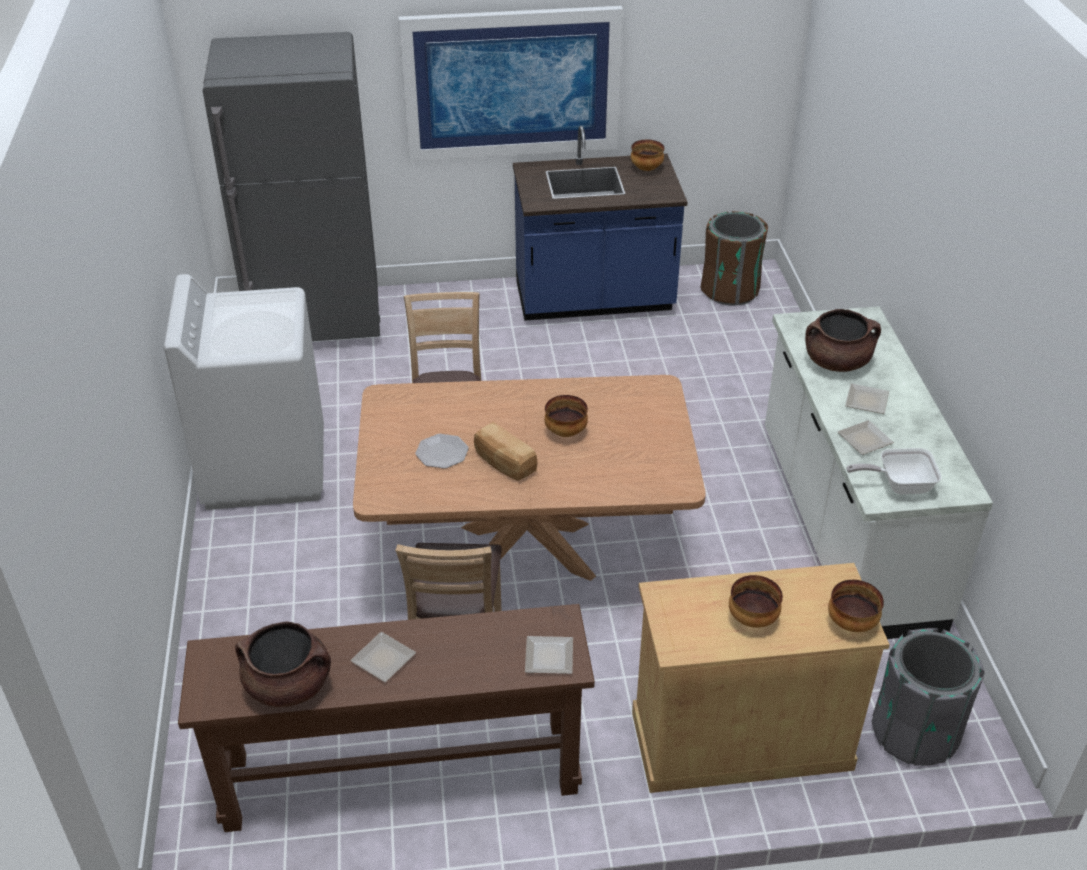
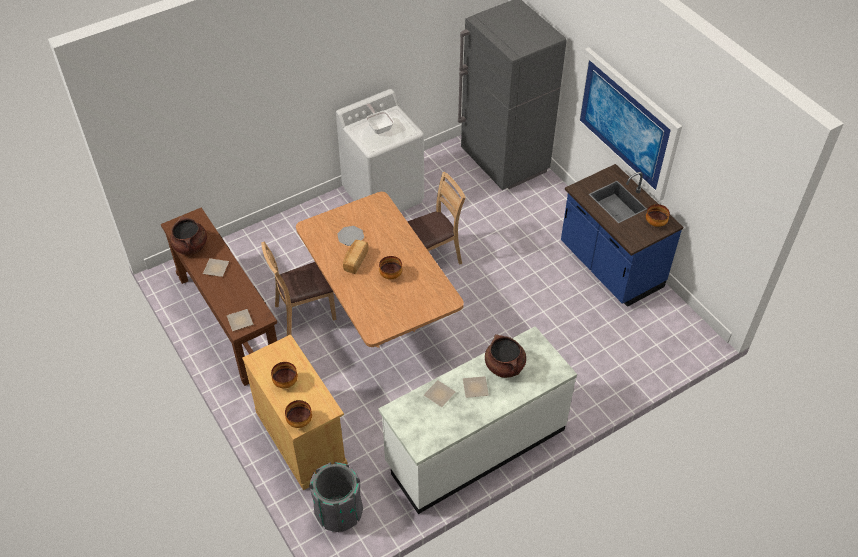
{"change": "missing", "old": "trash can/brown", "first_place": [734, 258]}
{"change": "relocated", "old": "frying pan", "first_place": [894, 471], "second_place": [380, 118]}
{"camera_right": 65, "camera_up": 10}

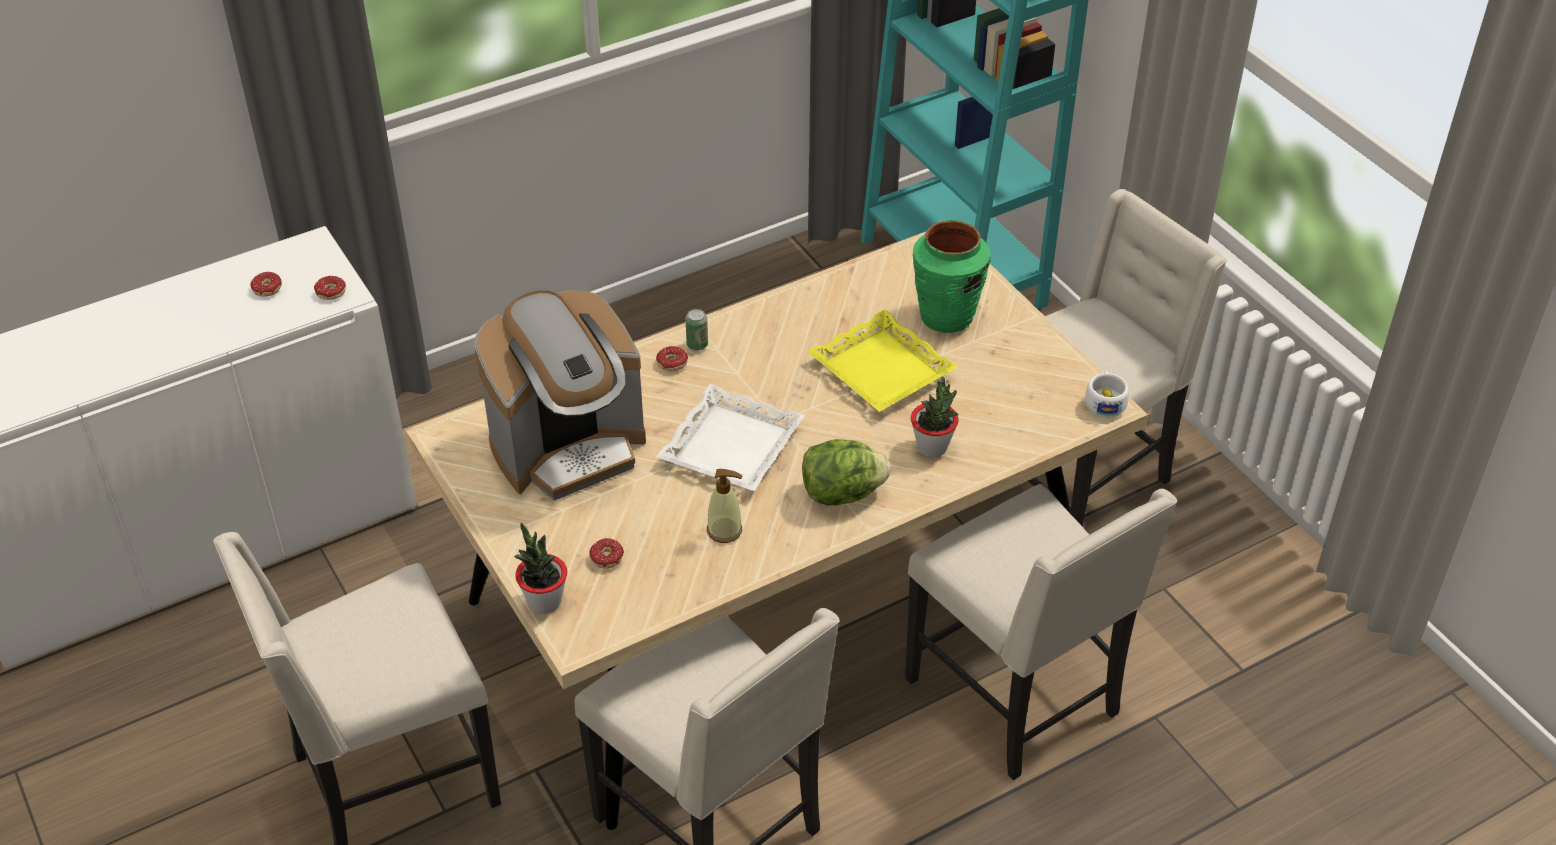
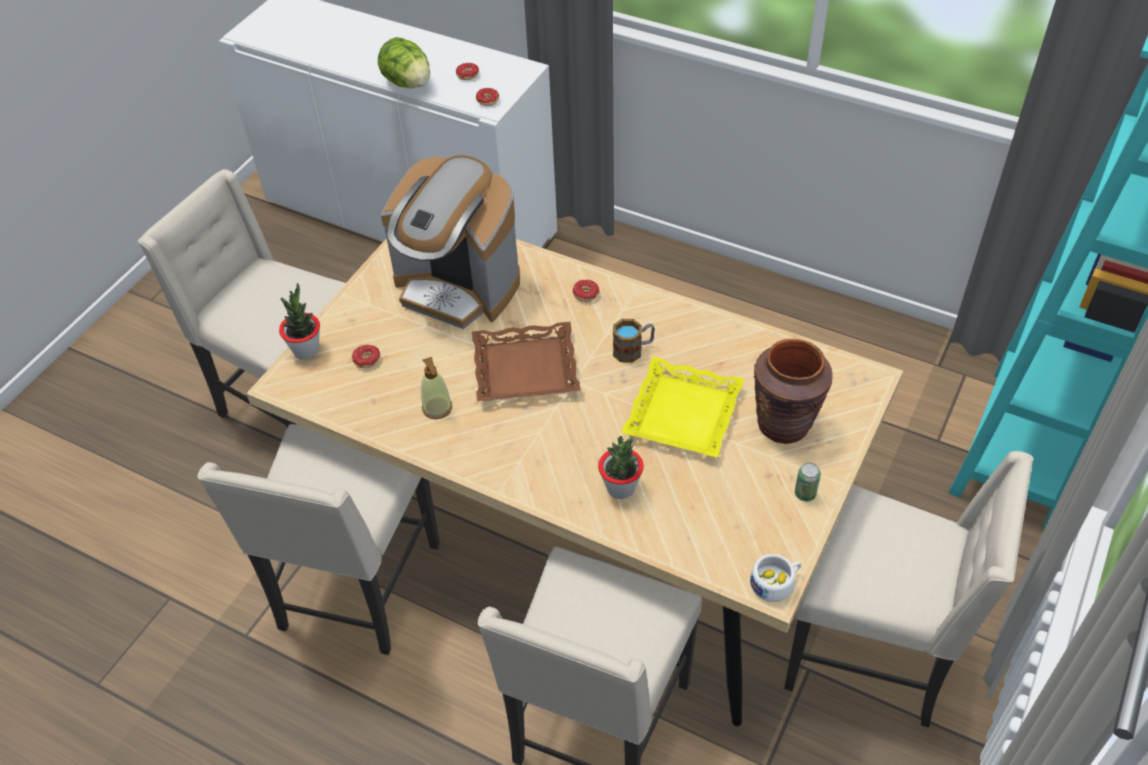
{"change": "colour", "old": "tray/white", "new": "tray/brown", "first_place": [730, 437], "second_place": [526, 361]}
{"change": "relocated", "old": "can", "first_place": [697, 330], "second_place": [808, 482]}
{"change": "relocated", "old": "lettuce", "first_place": [846, 472], "second_place": [404, 62]}
{"change": "colour", "old": "vase/green", "new": "vase/brown", "first_place": [952, 276], "second_place": [793, 391]}
{"change": "appeared", "new": "mug", "second_place": [634, 341]}
{"camera_right": 60, "camera_up": 5}

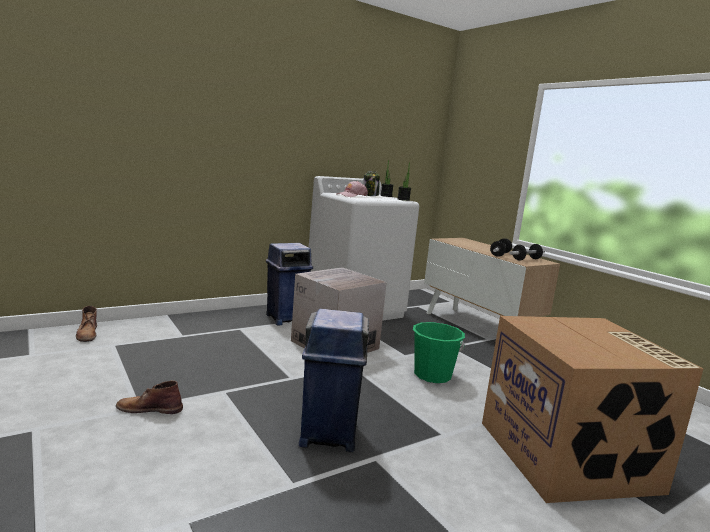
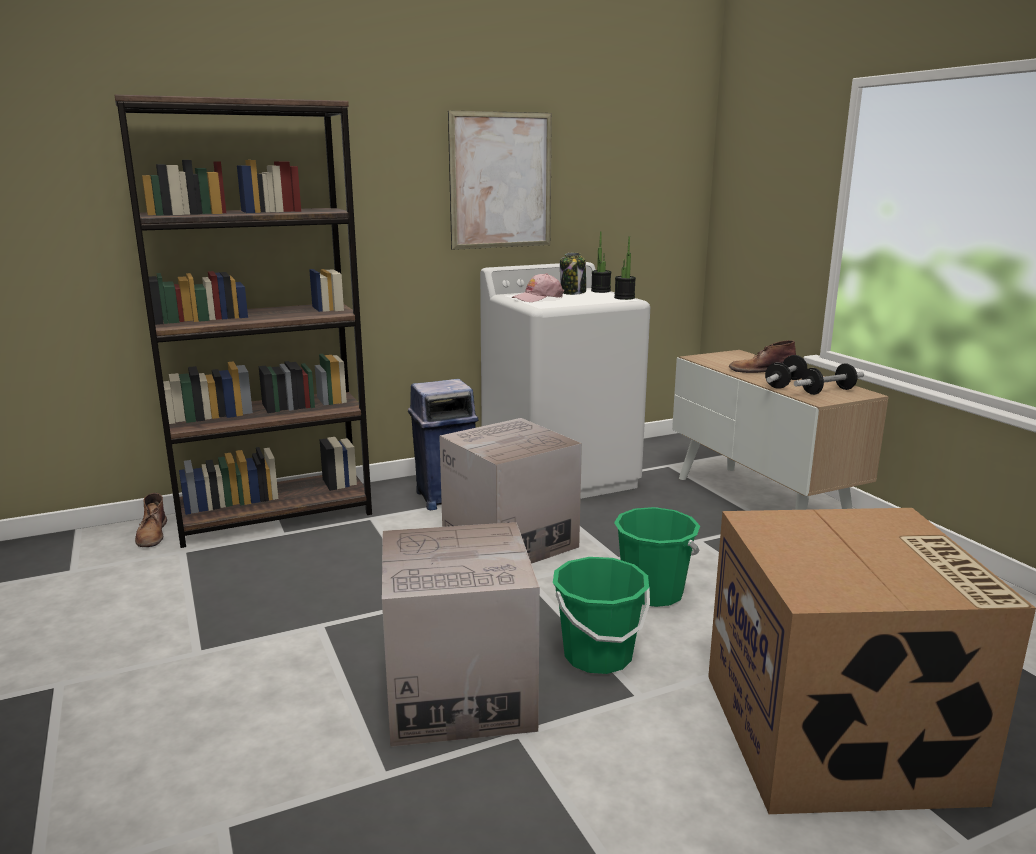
{"change": "relocated", "old": "boot/brown", "first_place": [149, 397], "second_place": [762, 356]}
{"change": "exchanged", "old": "trash can/blue", "new": "cardboard box", "first_place": [334, 380], "second_place": [461, 634]}
{"change": "appeared", "new": "bookcase/brown", "second_place": [243, 321]}
{"change": "appeared", "new": "picture", "second_place": [500, 180]}
{"change": "appeared", "new": "bucket/green", "second_place": [601, 615]}
{"camera_right": 10, "camera_up": 5}

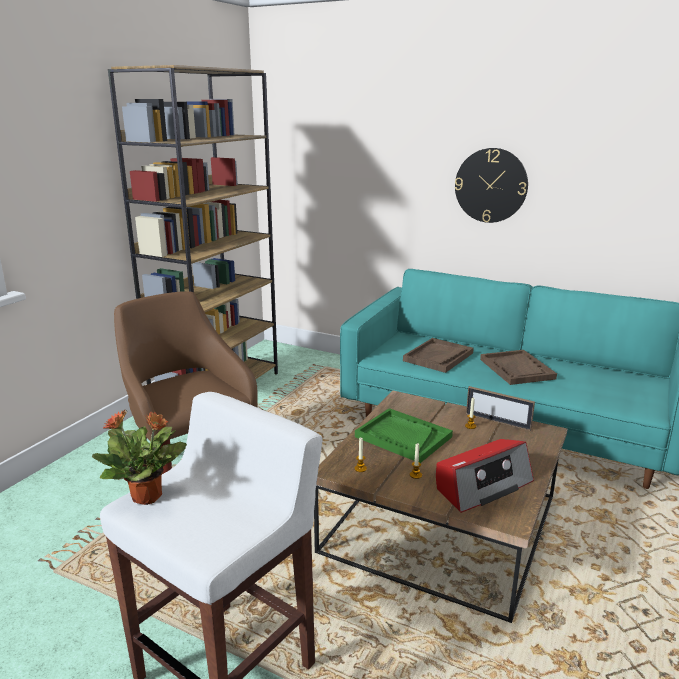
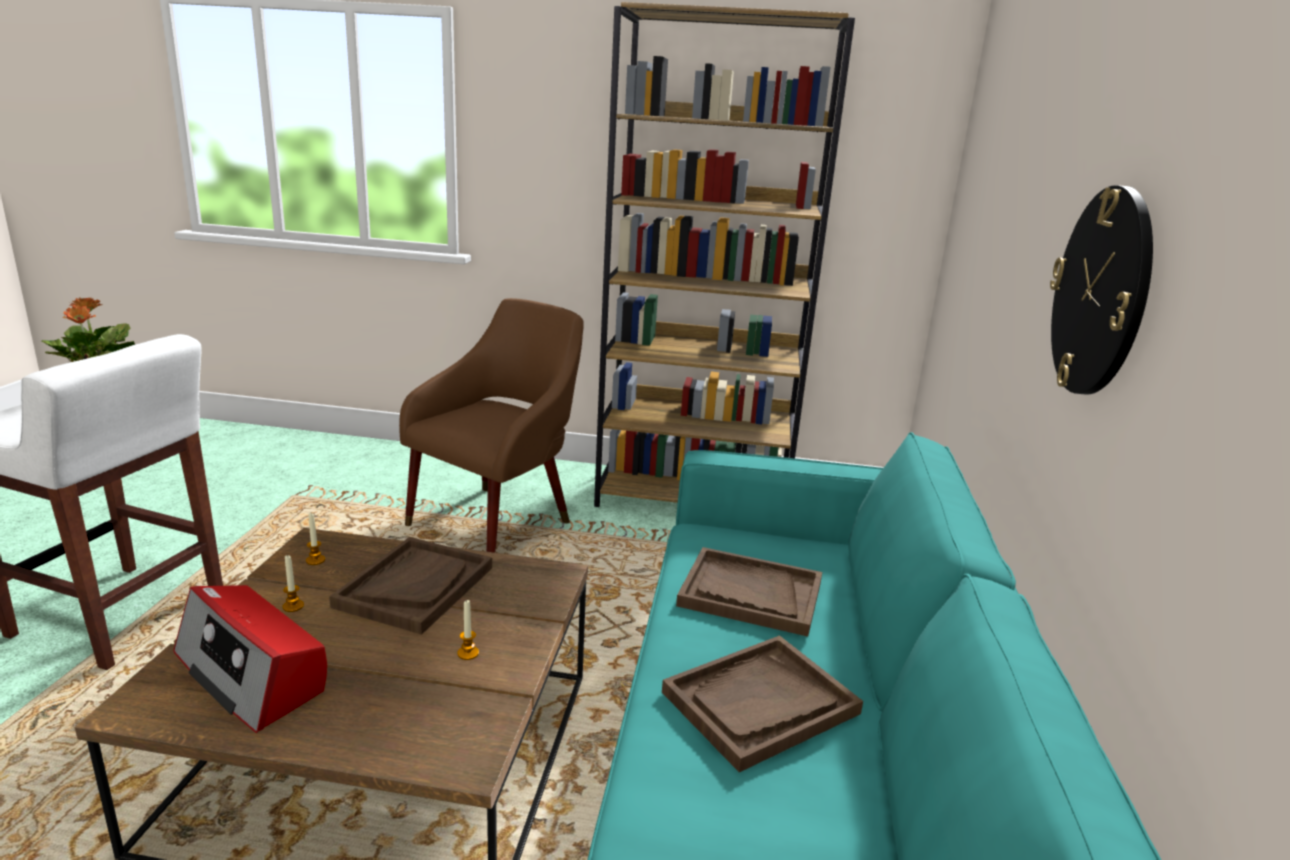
{"change": "colour", "old": "tray/green", "new": "tray/brown", "first_place": [404, 435], "second_place": [410, 585]}
{"change": "missing", "old": "picture frame", "first_place": [500, 408]}
{"camera_right": 70, "camera_up": 0}

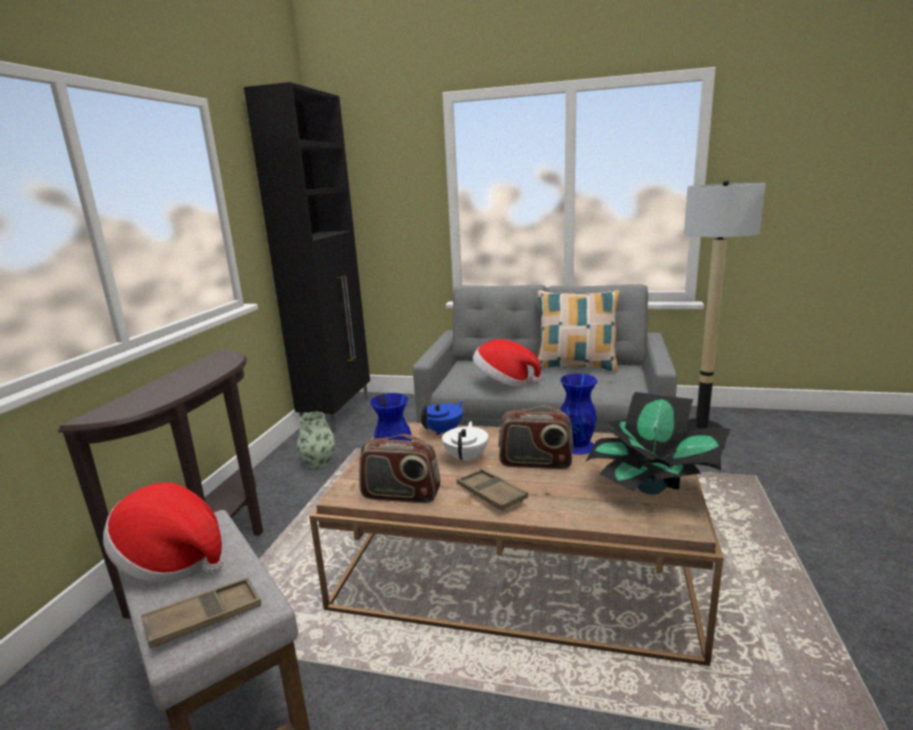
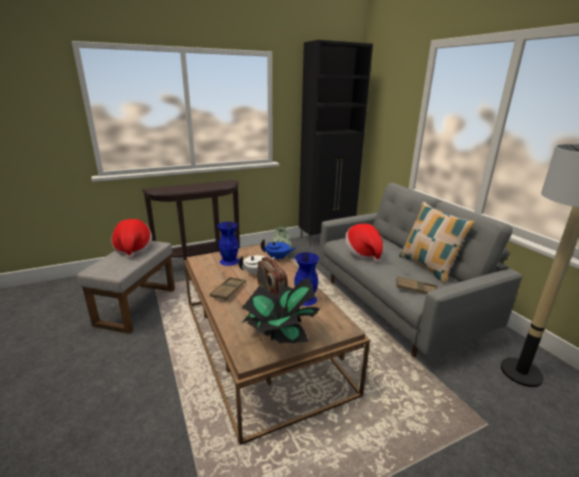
{"change": "relocated", "old": "tray/brown", "first_place": [201, 613], "second_place": [417, 285]}
{"change": "missing", "old": "radio", "first_place": [399, 468]}
{"camera_right": 50, "camera_up": 5}

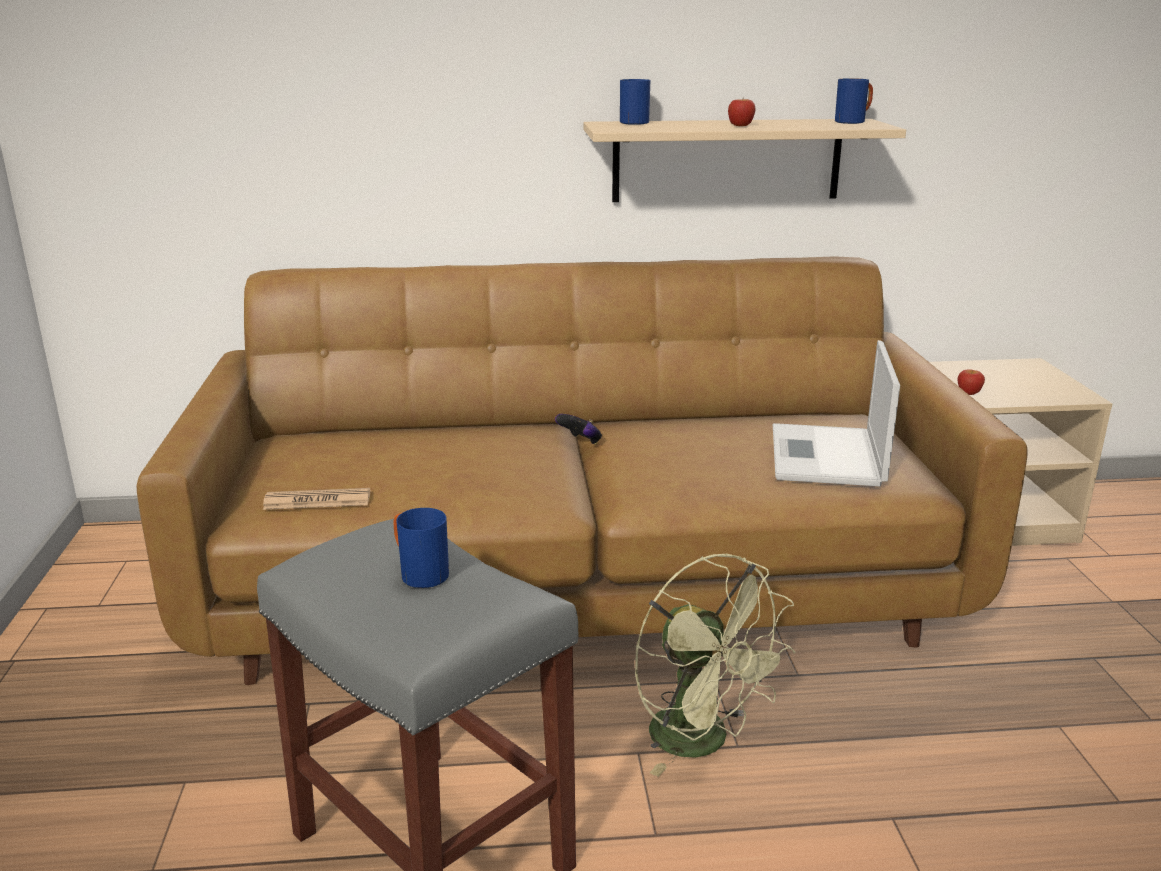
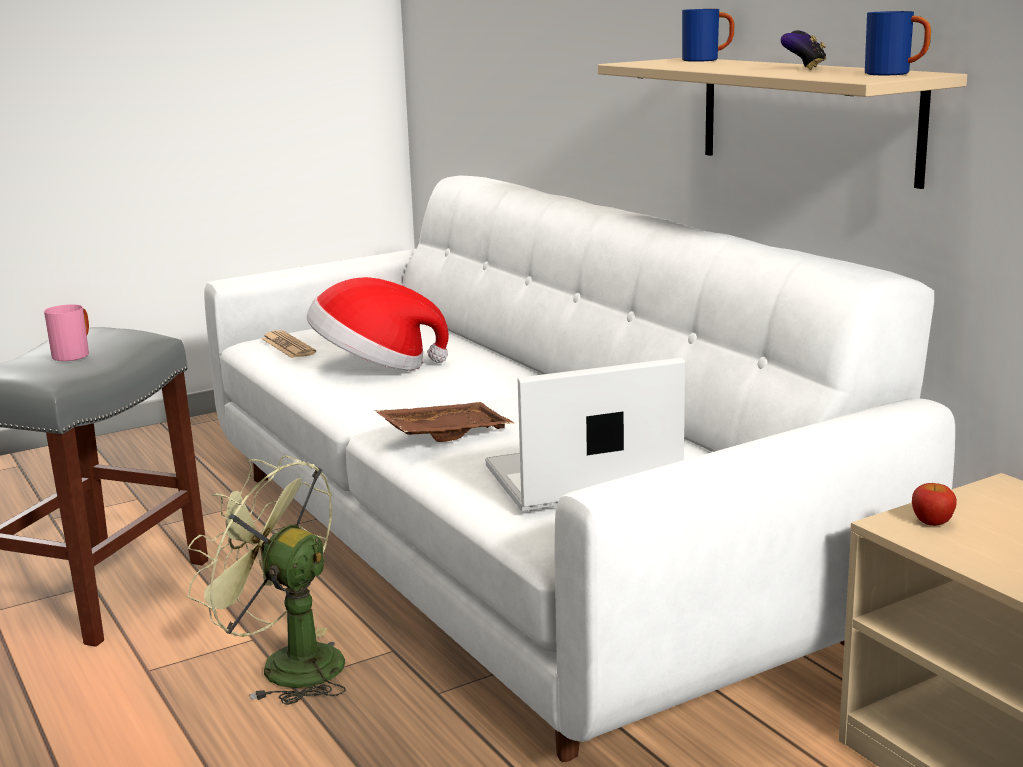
{"change": "colour", "old": "sofa/brown", "new": "sofa/white", "first_place": [582, 470], "second_place": [579, 469]}
{"change": "colour", "old": "mug/blue", "new": "mug/pink", "first_place": [421, 548], "second_place": [66, 332]}
{"change": "relocated", "old": "game controller", "first_place": [578, 429], "second_place": [803, 50]}
{"change": "spun", "old": "fan/green", "first_place": [715, 665], "second_place": [267, 580], "degrees": 90}
{"change": "missing", "old": "apple", "first_place": [742, 112]}
{"change": "appeared", "new": "hat", "second_place": [378, 324]}
{"change": "appeared", "new": "tray/brown", "second_place": [444, 422]}
{"camera_right": 65, "camera_up": -5}

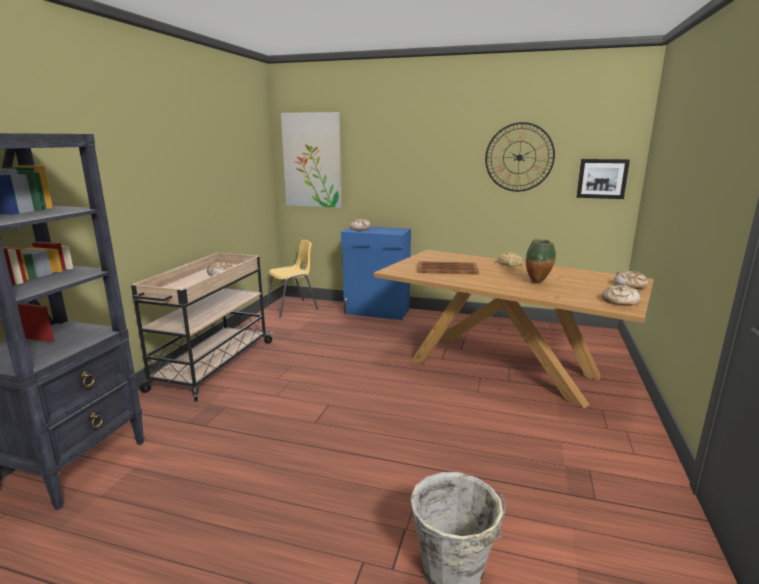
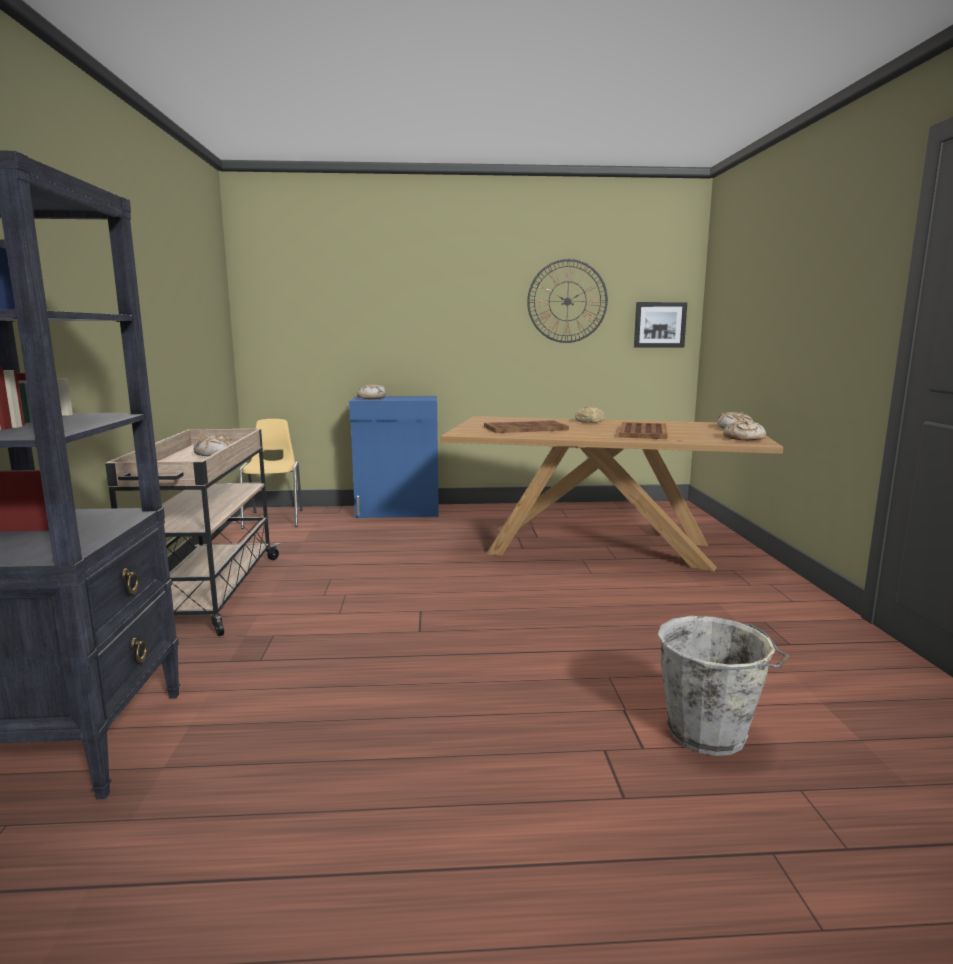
{"change": "spun", "old": "chair/yellow", "first_place": [292, 279], "second_place": [271, 474], "degrees": -45}
{"change": "missing", "old": "picture", "first_place": [311, 160]}
{"change": "exchanged", "old": "vase", "new": "tray/brown", "first_place": [541, 261], "second_place": [643, 430]}
{"camera_right": -20, "camera_up": -5}

